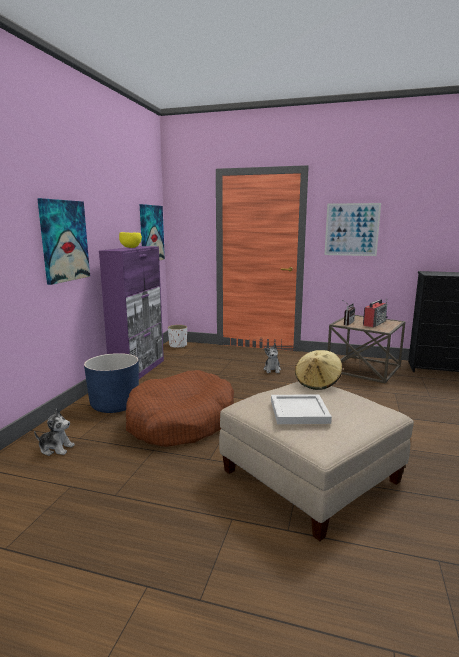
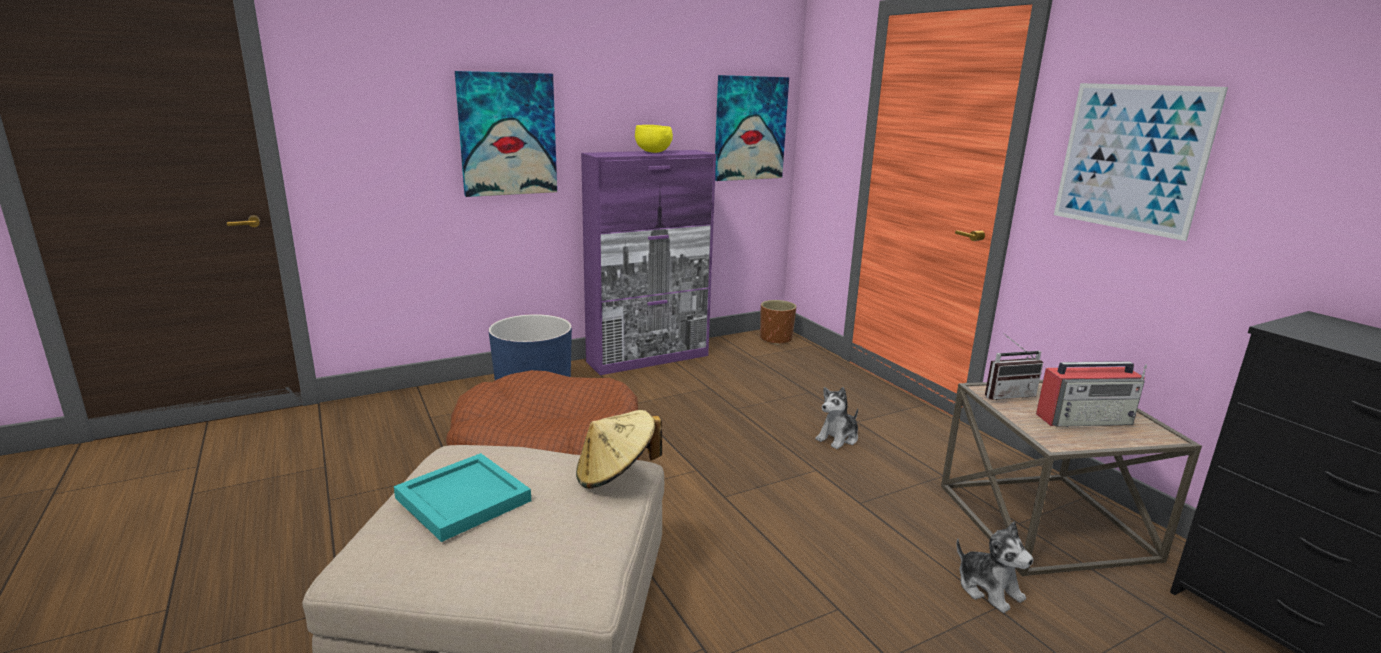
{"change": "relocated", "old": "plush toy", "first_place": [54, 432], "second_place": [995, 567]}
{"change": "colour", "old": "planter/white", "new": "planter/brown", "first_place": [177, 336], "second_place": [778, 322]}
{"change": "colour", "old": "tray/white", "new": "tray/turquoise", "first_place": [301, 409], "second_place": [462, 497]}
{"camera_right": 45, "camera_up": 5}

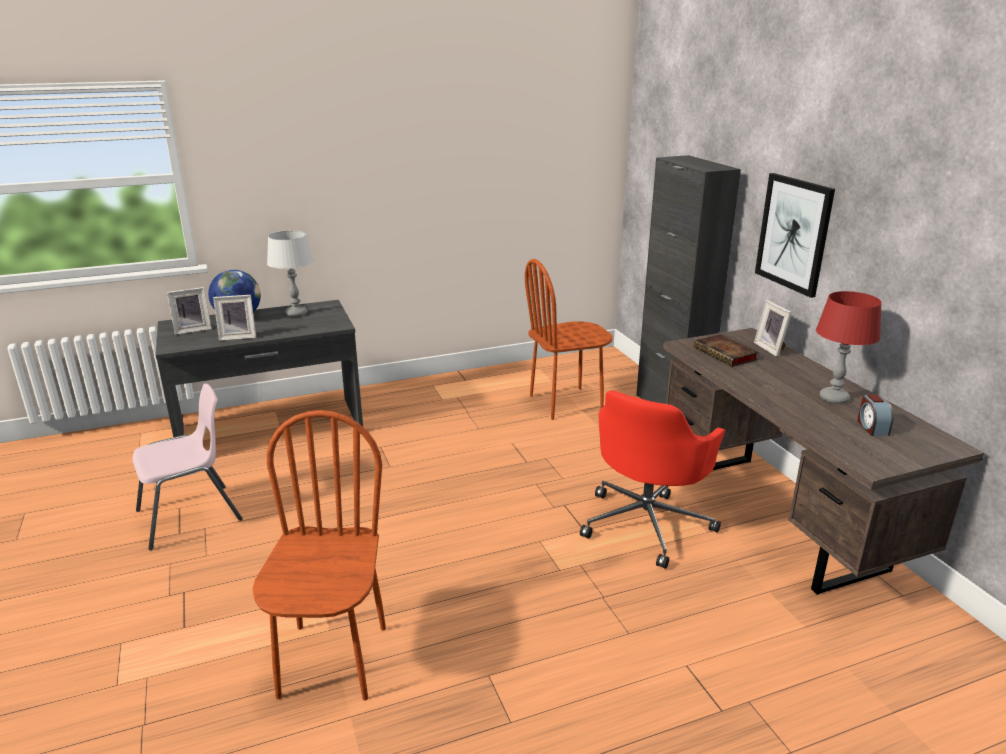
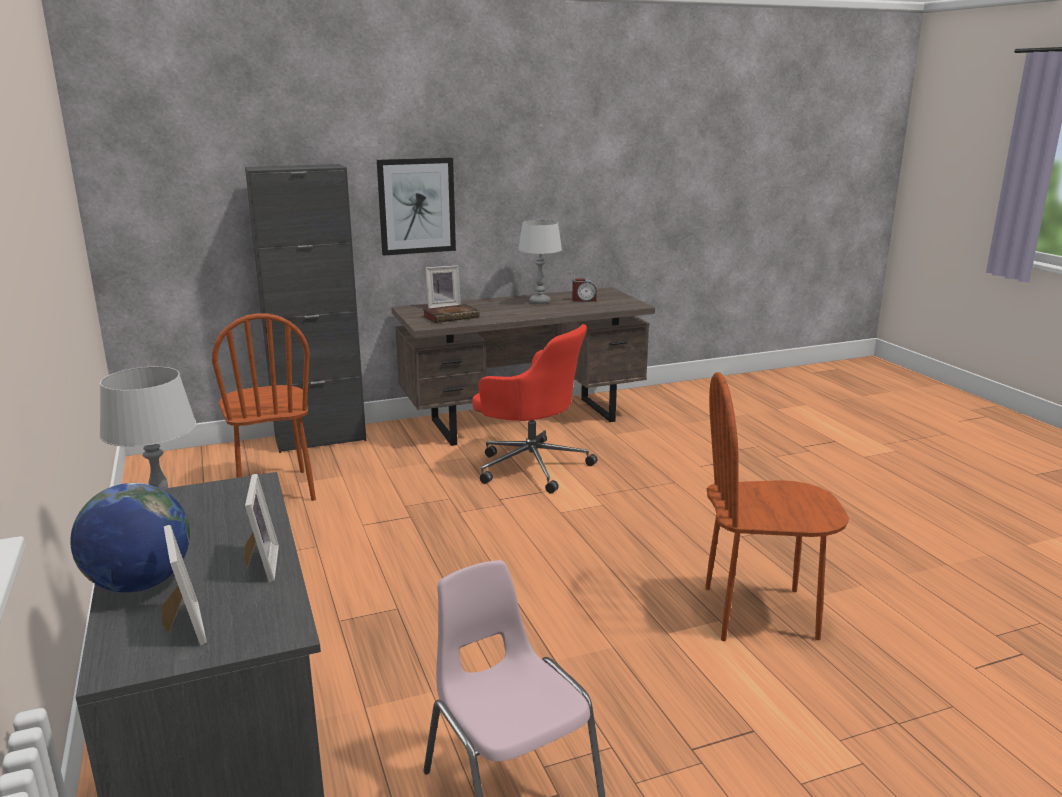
{"change": "colour", "old": "table lamp/red", "new": "table lamp/grey", "first_place": [849, 347], "second_place": [540, 262]}
{"camera_right": -90, "camera_up": -5}

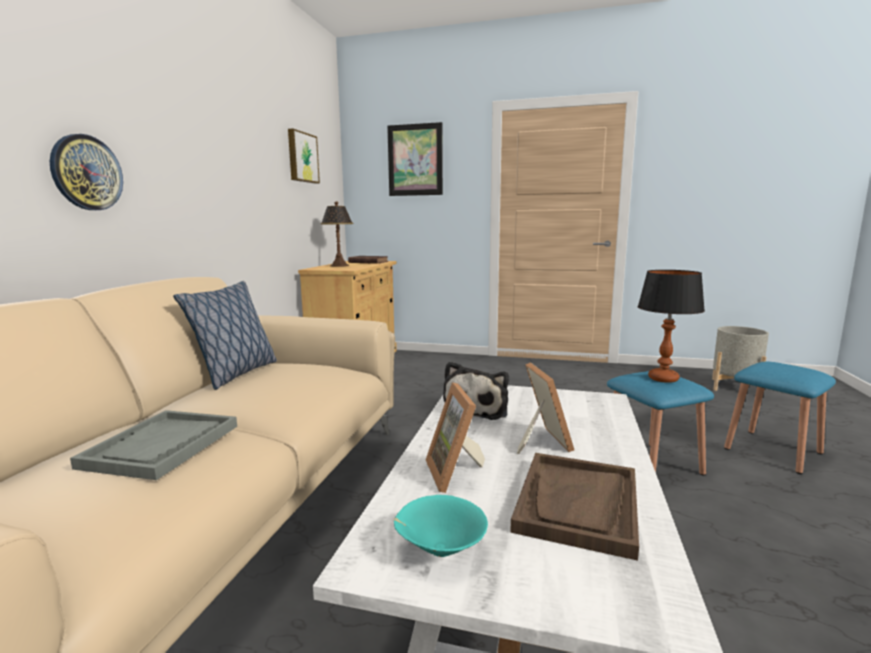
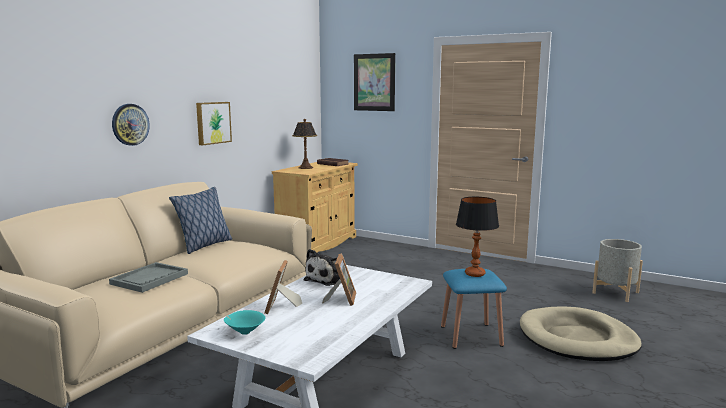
{"change": "relocated", "old": "picture", "first_place": [304, 156], "second_place": [214, 123]}
{"change": "missing", "old": "tray/brown", "first_place": [574, 507]}
{"change": "exchanged", "old": "stool/blue", "new": "dog bed/beige", "first_place": [780, 418], "second_place": [581, 333]}
{"camera_right": 15, "camera_up": 0}

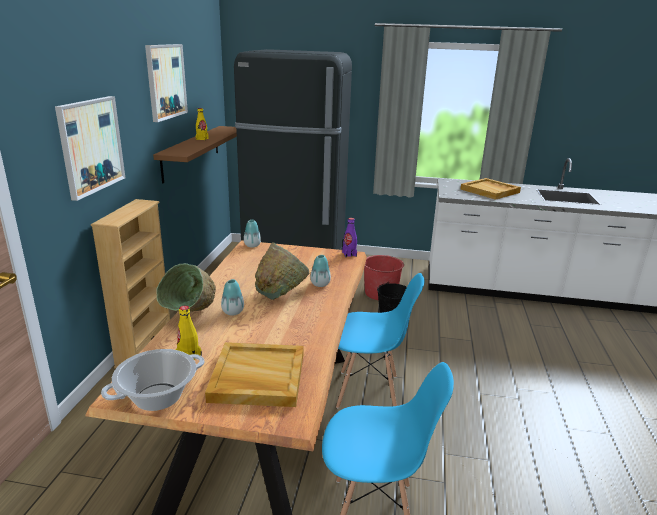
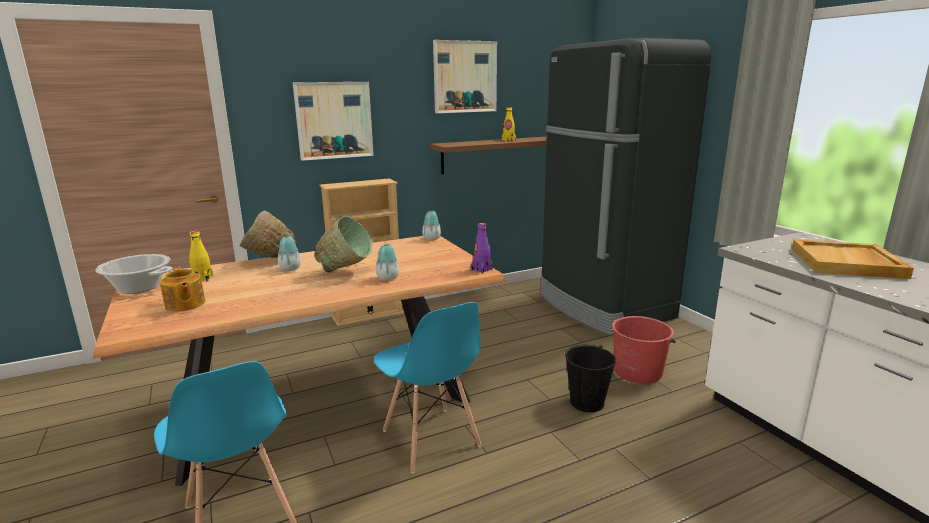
{"change": "exchanged", "old": "tray/beige", "new": "teapot", "first_place": [254, 374], "second_place": [182, 289]}
{"camera_right": 55, "camera_up": -5}

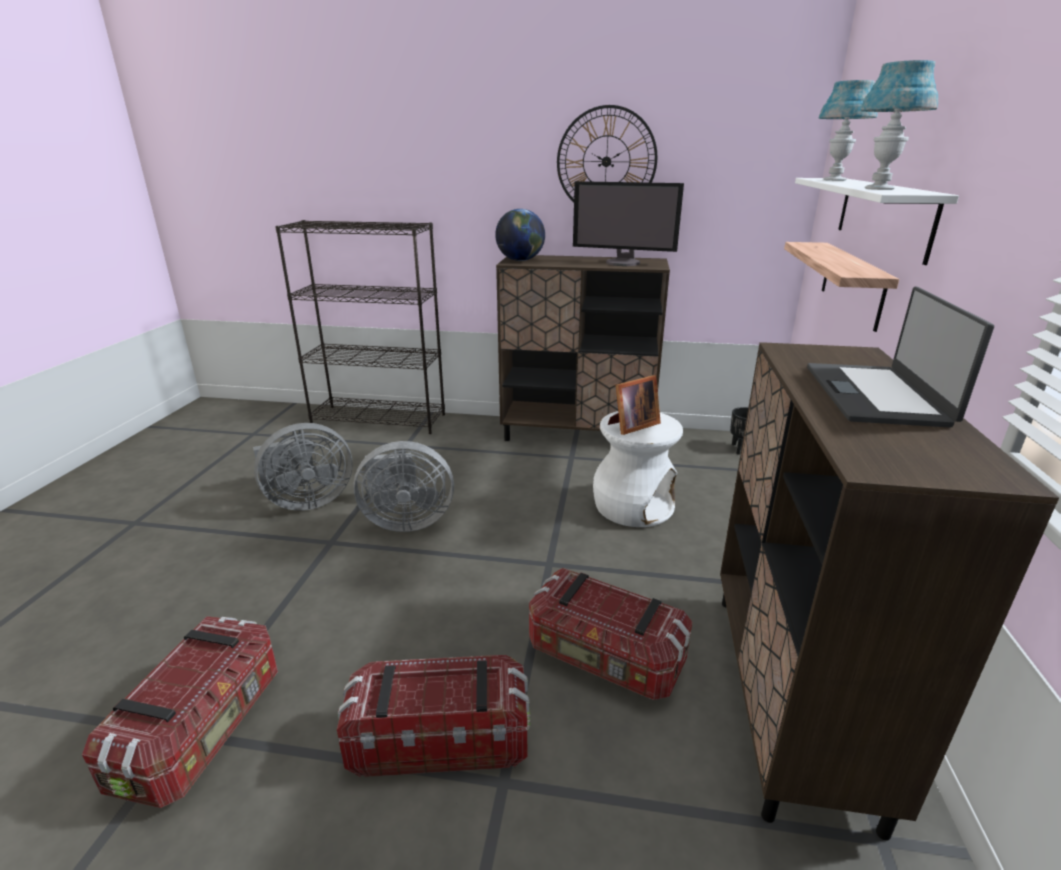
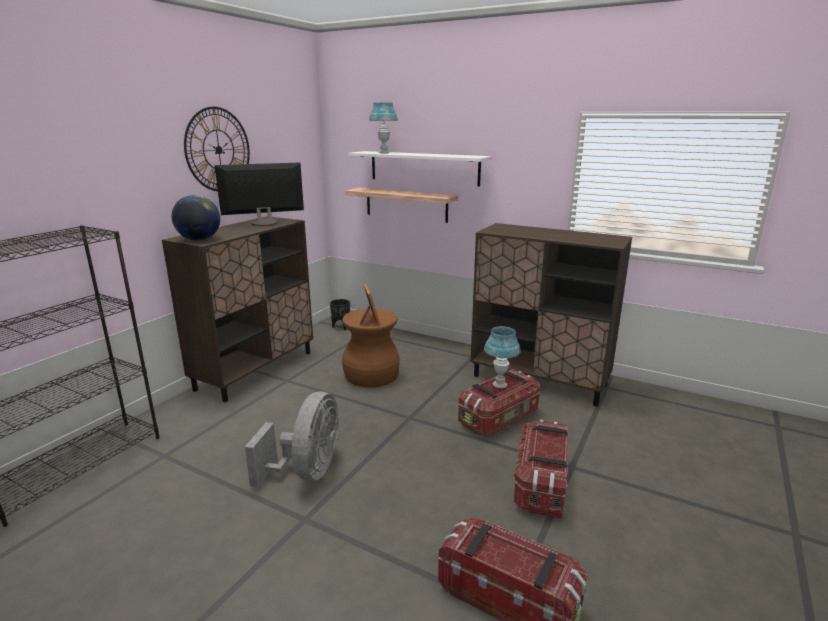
{"change": "missing", "old": "fan/grey", "first_place": [303, 467]}
{"change": "spun", "old": "monitor", "first_place": [628, 223], "second_place": [259, 194], "degrees": -150}
{"change": "colour", "old": "stool/white", "new": "stool/brown", "first_place": [638, 469], "second_place": [370, 347]}
{"change": "missing", "old": "laptop", "first_place": [900, 357]}
{"change": "relocated", "old": "table lamp/blue", "first_place": [899, 125], "second_place": [502, 357]}
{"camera_right": -70, "camera_up": -5}

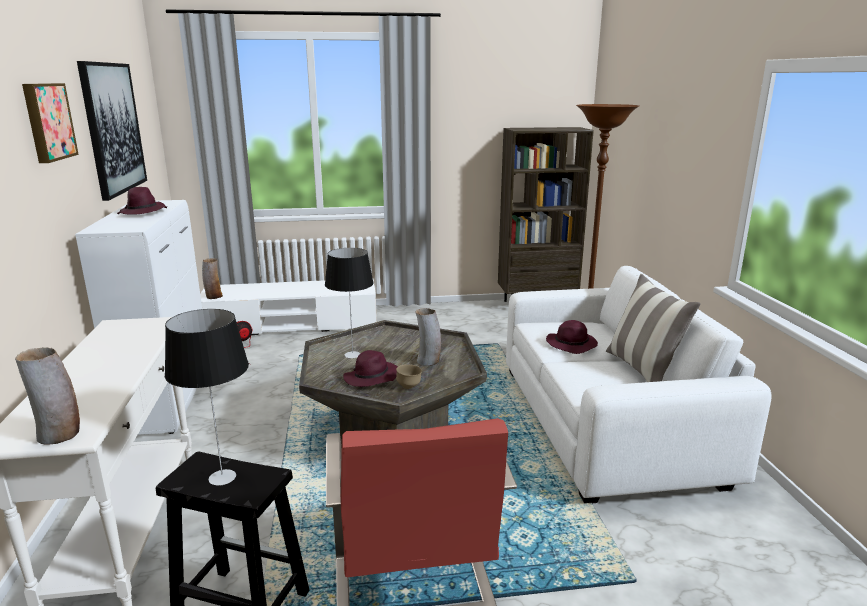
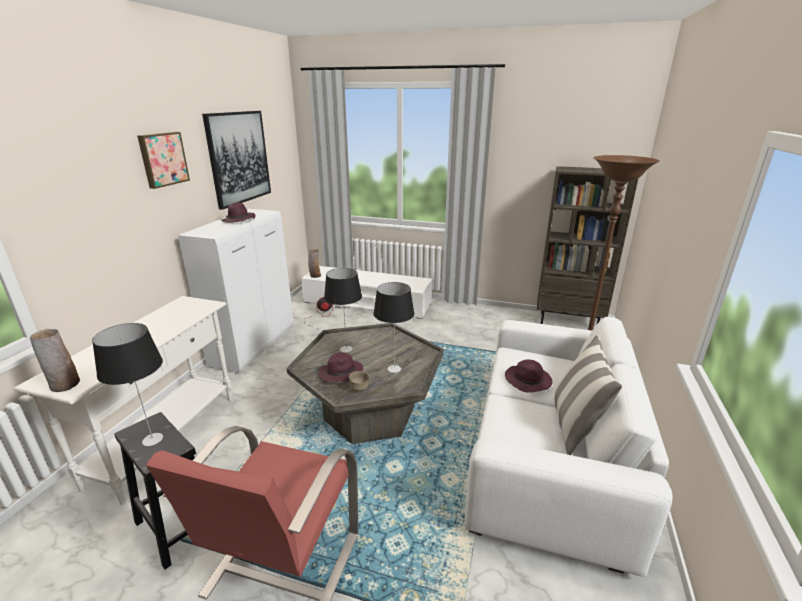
{"change": "exchanged", "old": "vase", "new": "table lamp", "first_place": [428, 337], "second_place": [394, 327]}
{"camera_right": 25, "camera_up": 5}

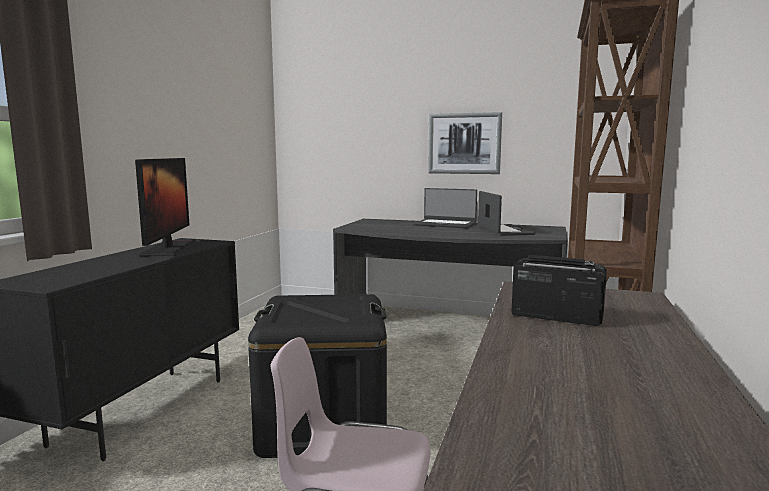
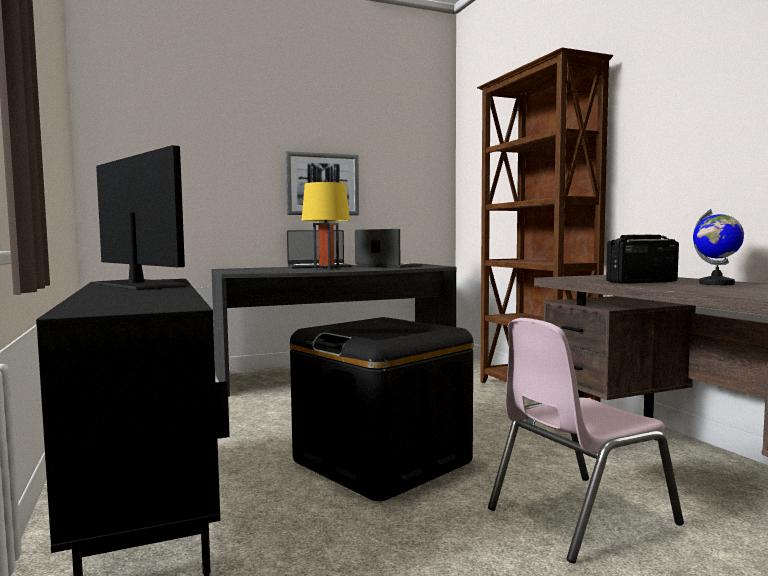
{"change": "appeared", "new": "table lamp/yellow", "second_place": [325, 224]}
{"change": "appeared", "new": "globe", "second_place": [718, 247]}
{"camera_right": -40, "camera_up": -5}

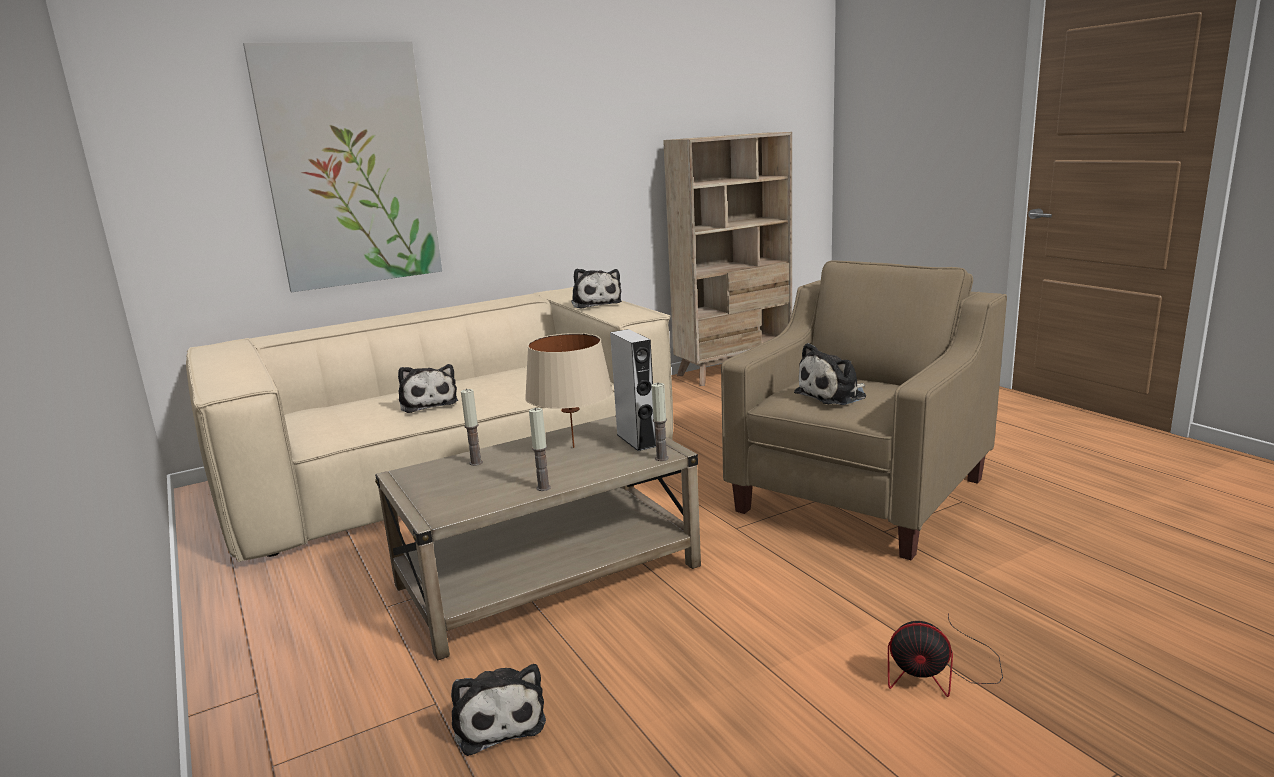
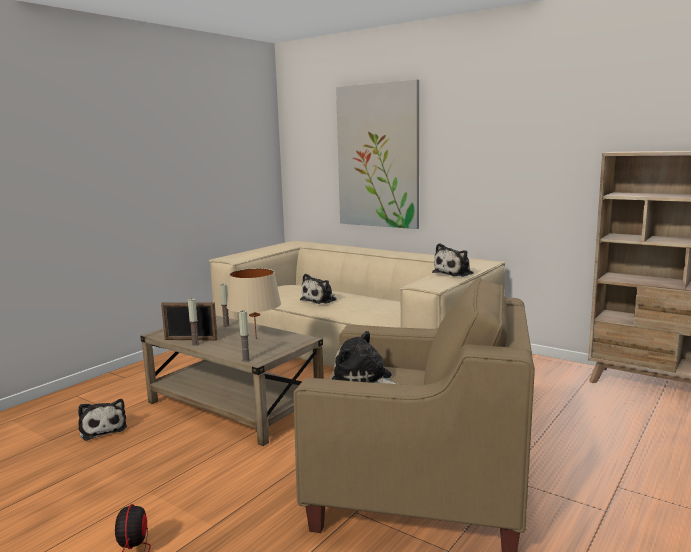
{"change": "spun", "old": "plush toy", "first_place": [498, 710], "second_place": [102, 420], "degrees": -75}
{"change": "missing", "old": "speaker/grey", "first_place": [633, 390]}
{"change": "appeared", "new": "picture frame", "second_place": [189, 321]}
{"camera_right": 65, "camera_up": -5}

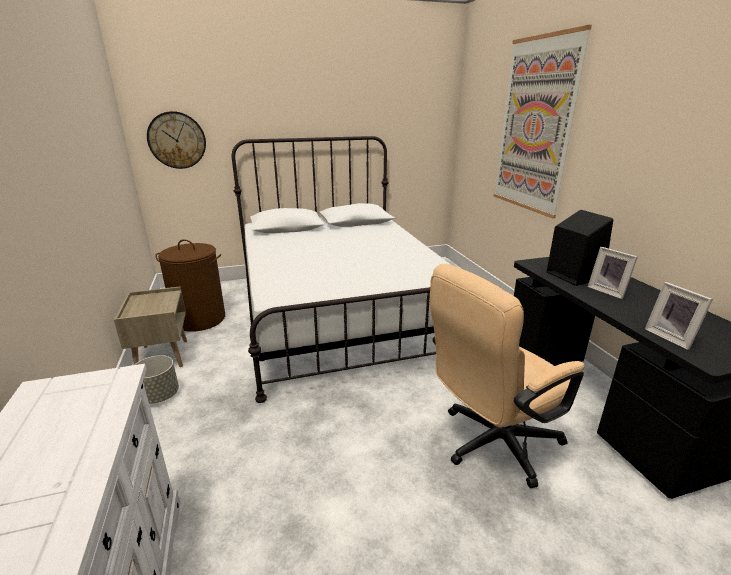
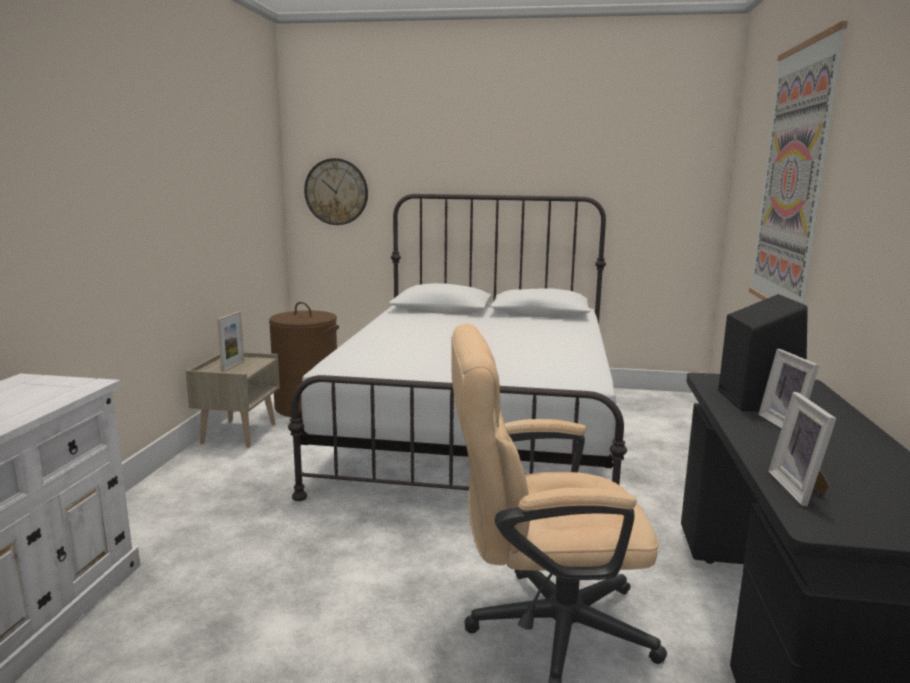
{"change": "missing", "old": "planter/grey", "first_place": [156, 379]}
{"change": "appeared", "new": "picture frame", "second_place": [230, 341]}
{"camera_right": 25, "camera_up": -10}

